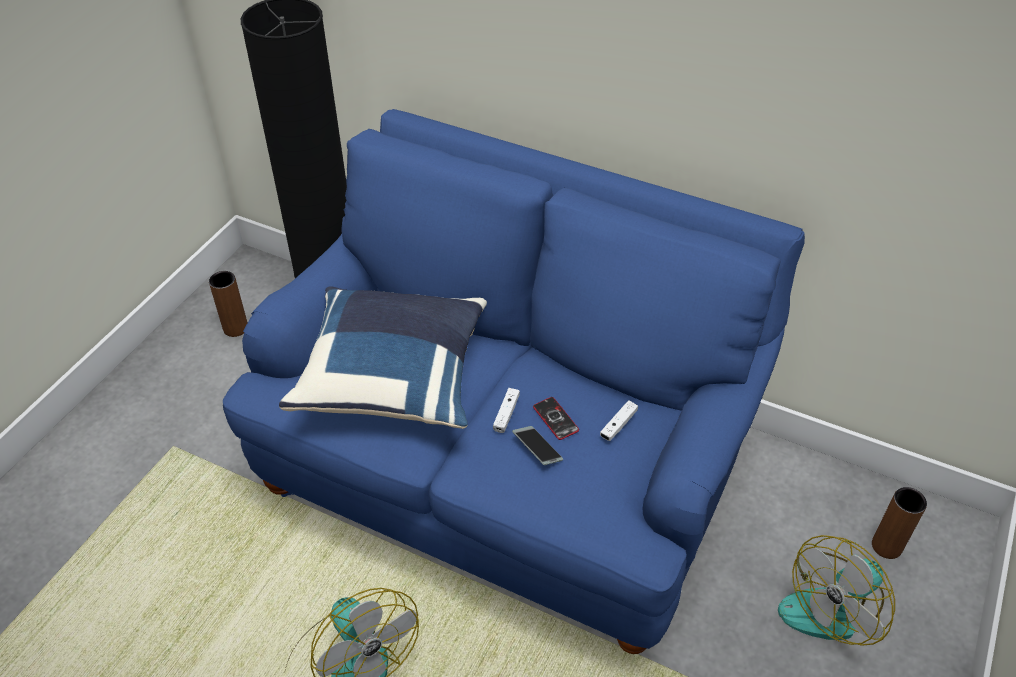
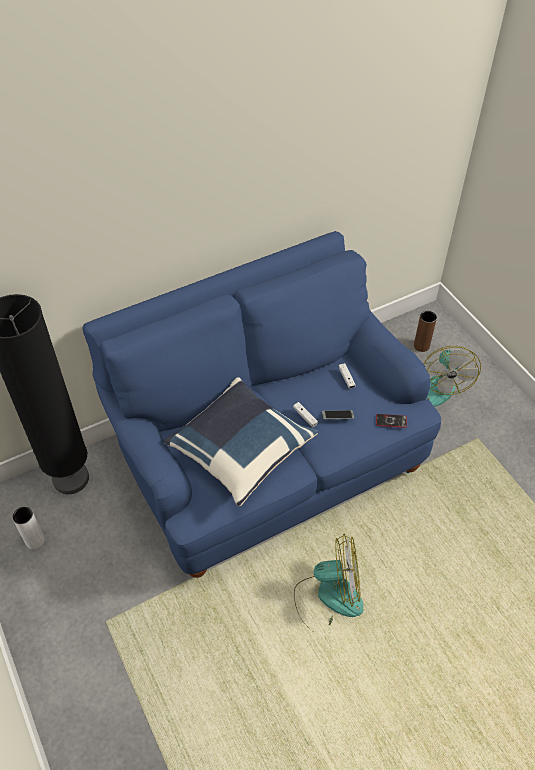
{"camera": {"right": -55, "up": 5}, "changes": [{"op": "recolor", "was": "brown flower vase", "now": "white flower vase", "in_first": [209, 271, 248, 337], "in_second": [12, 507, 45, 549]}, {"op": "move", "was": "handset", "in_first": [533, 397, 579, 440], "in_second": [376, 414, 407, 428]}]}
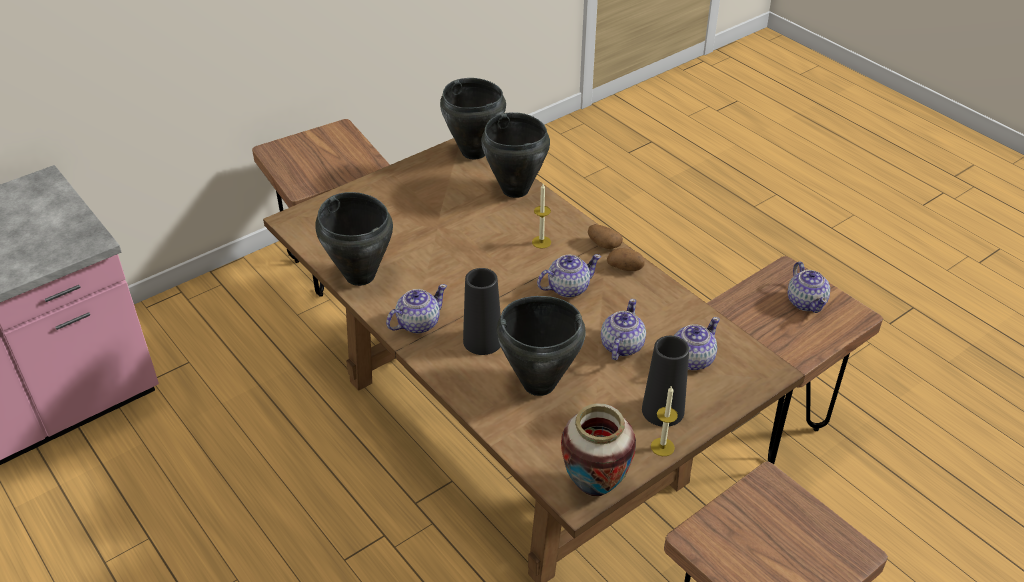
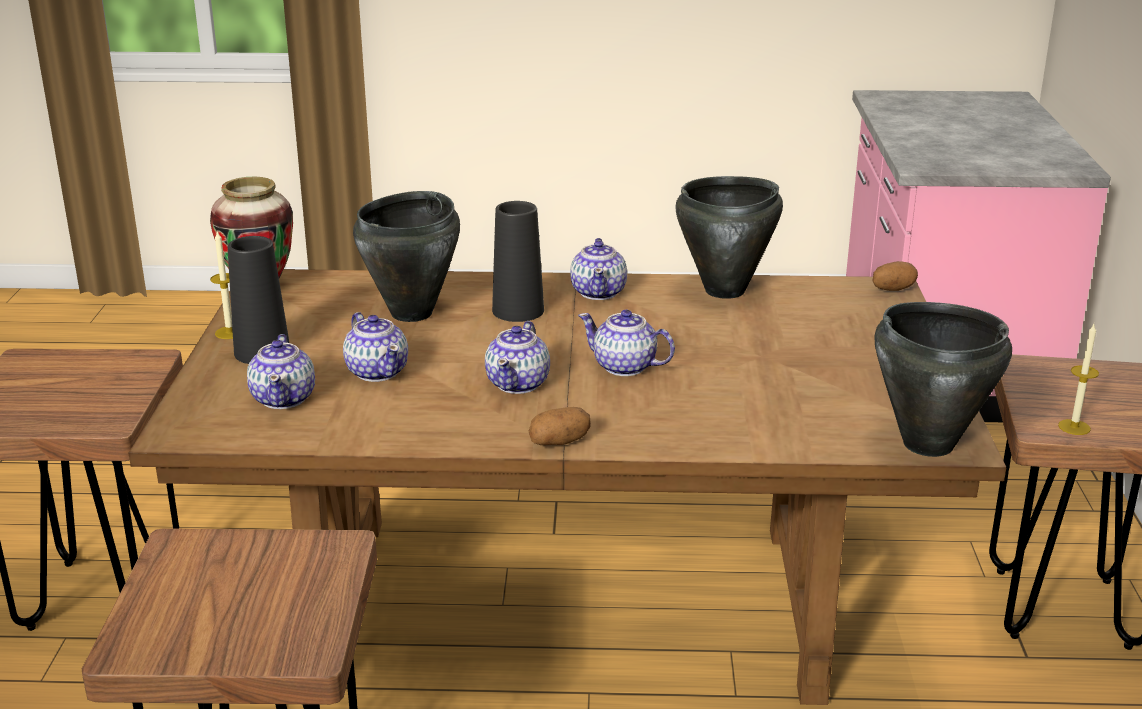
{"camera": {"right": 130, "up": -15}, "changes": [{"op": "move", "was": "pot for tea", "in_first": [787, 261, 830, 313], "in_second": [578, 310, 675, 376]}, {"op": "move", "was": "whole potato", "in_first": [607, 248, 644, 271], "in_second": [872, 261, 918, 291]}, {"op": "move", "was": "candle", "in_first": [532, 184, 551, 249], "in_second": [1058, 324, 1099, 435]}, {"op": "delete", "was": "black-coloured stockpot", "in_first": [481, 112, 550, 198]}]}
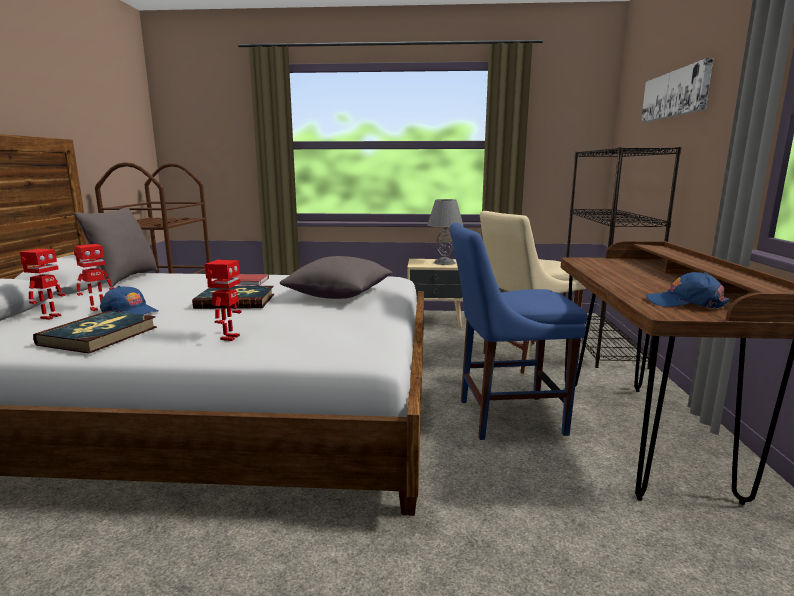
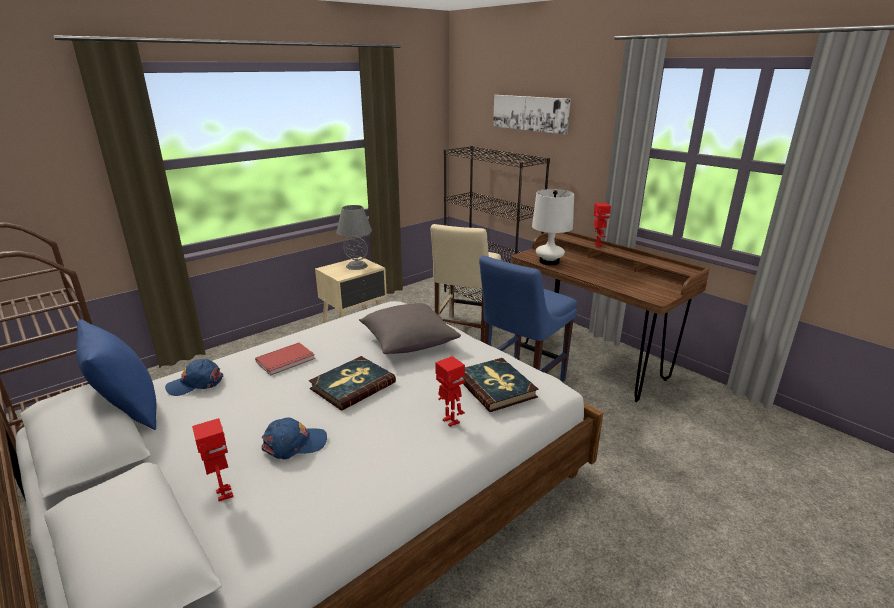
{"camera": {"right": -45, "up": 10}, "changes": [{"op": "recolor", "was": "gray cushion", "now": "blue-coloured cushion", "in_first": [73, 207, 158, 287], "in_second": [76, 319, 156, 430]}, {"op": "move", "was": "blue-coloured peaked cap", "in_first": [646, 272, 729, 309], "in_second": [165, 359, 223, 396]}, {"op": "move", "was": "bound book", "in_first": [33, 311, 157, 354], "in_second": [462, 358, 539, 412]}, {"op": "insert", "now": "white tabletop lamp", "in_second": [532, 189, 574, 265]}, {"op": "move", "was": "robot figure", "in_first": [74, 244, 114, 311], "in_second": [594, 203, 611, 247]}]}
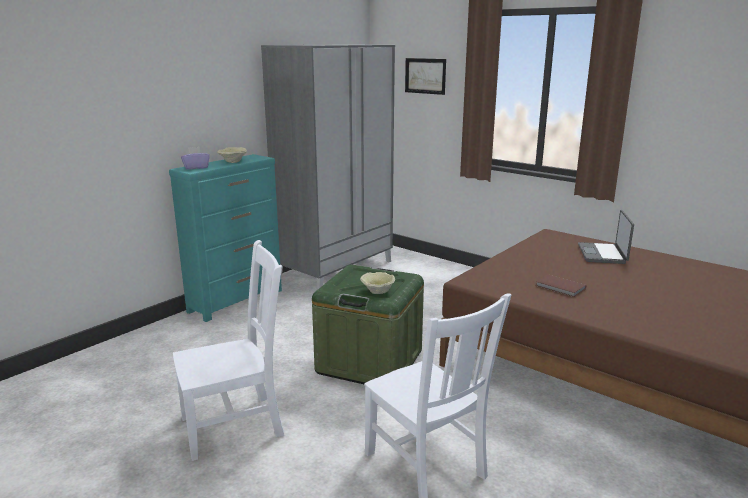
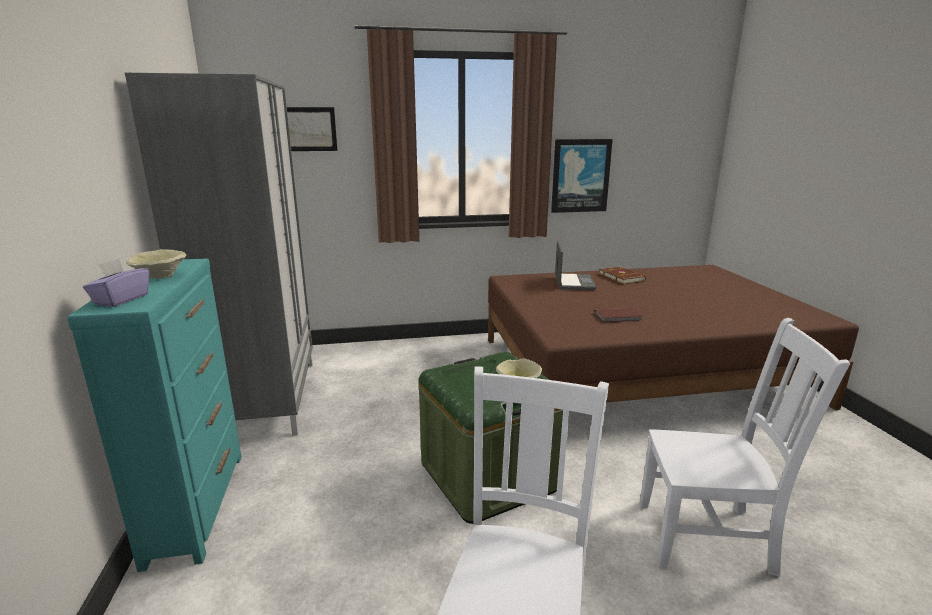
{"camera": {"right": -50, "up": 0}, "changes": [{"op": "insert", "now": "wall picture", "in_second": [551, 139, 613, 213]}, {"op": "rotate", "was": "notebook computer", "in_first": [578, 210, 634, 264], "in_second": [555, 242, 597, 290], "clockwise": -135}, {"op": "insert", "now": "brown bound book", "in_second": [599, 267, 646, 284]}]}
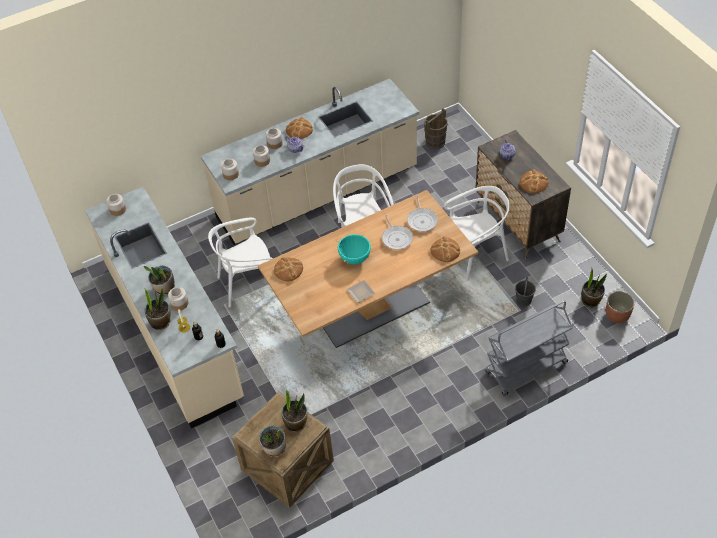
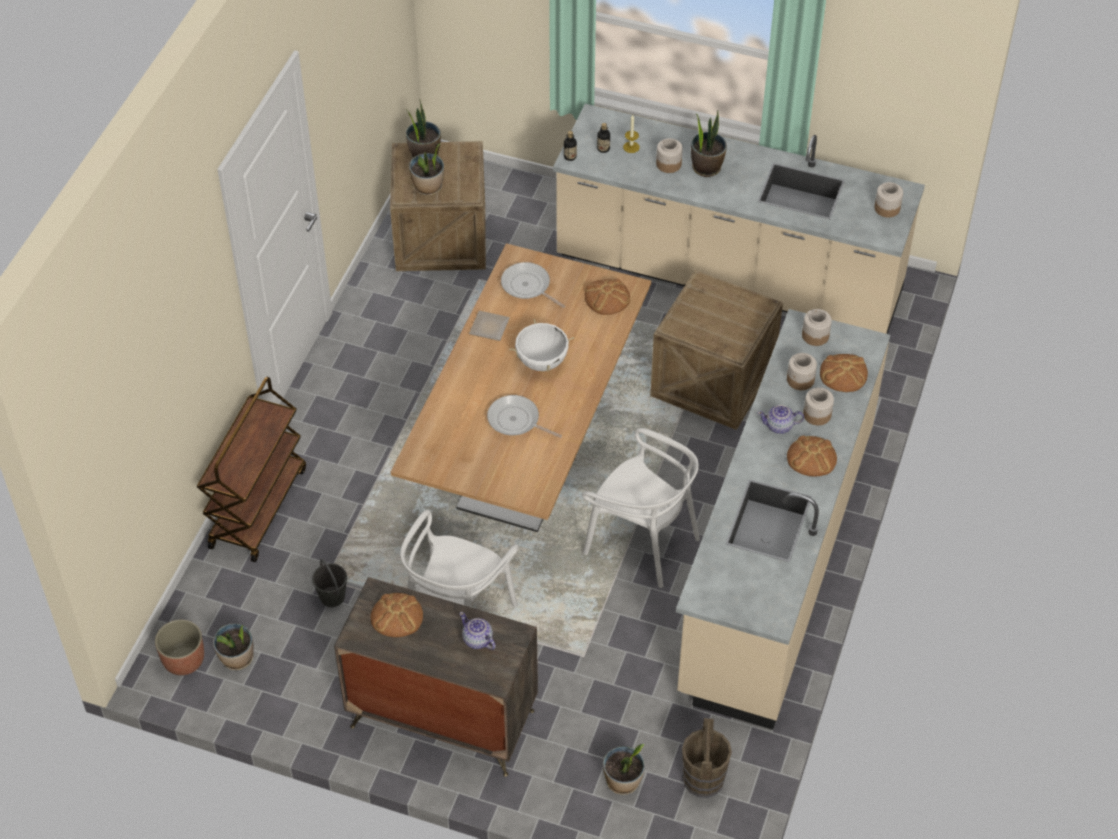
{"camera": {"right": 135, "up": 0}, "changes": [{"op": "recolor", "was": "gray wheeled cart", "now": "brown wheeled cart", "in_first": [485, 300, 573, 396], "in_second": [197, 377, 306, 562]}, {"op": "move", "was": "frying pan", "in_first": [407, 196, 438, 231], "in_second": [501, 262, 565, 308]}, {"op": "recolor", "was": "turquoise stockpot", "now": "white stockpot", "in_first": [336, 233, 372, 264], "in_second": [509, 319, 574, 372]}, {"op": "move", "was": "plant in a pot", "in_first": [144, 288, 170, 330], "in_second": [603, 744, 645, 795]}, {"op": "replace", "was": "white upright chair", "now": "packing crate", "in_first": [208, 217, 273, 307], "in_second": [650, 270, 783, 430]}, {"op": "move", "was": "bread", "in_first": [430, 236, 460, 262], "in_second": [820, 354, 868, 392]}]}
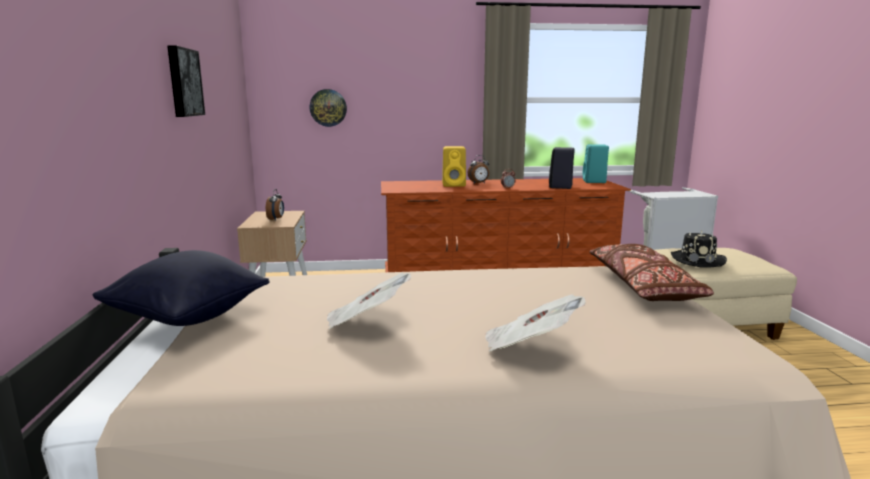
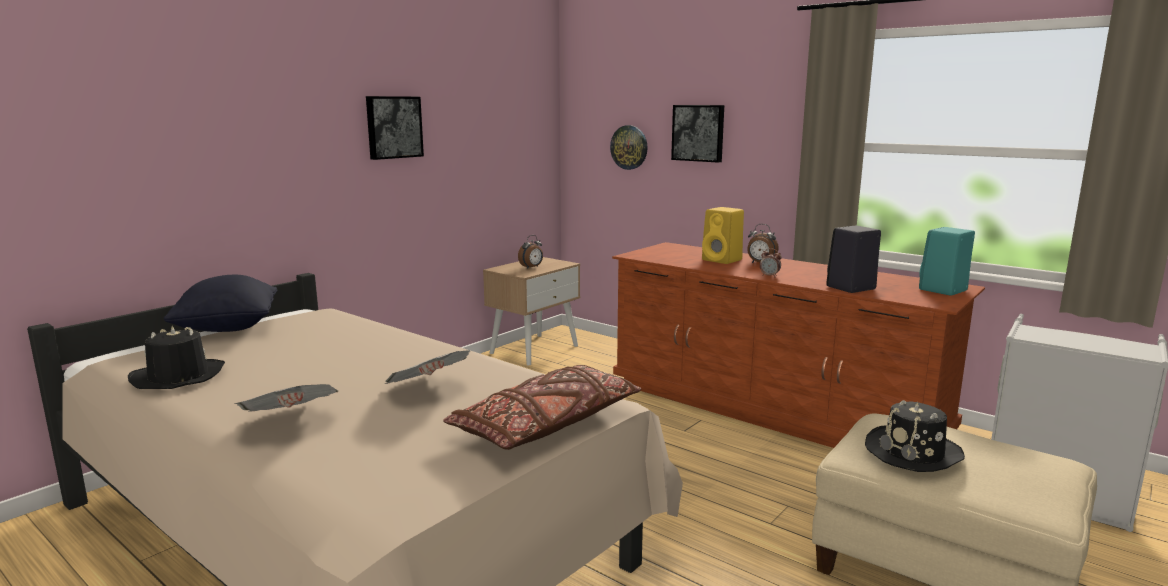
{"camera": {"right": 45, "up": 0}, "changes": [{"op": "insert", "now": "black-coloured wearable hat", "in_second": [128, 326, 225, 389]}, {"op": "move", "was": "newspaper", "in_first": [327, 273, 411, 329], "in_second": [385, 350, 470, 384]}, {"op": "insert", "now": "wall picture", "in_second": [671, 105, 724, 163]}]}
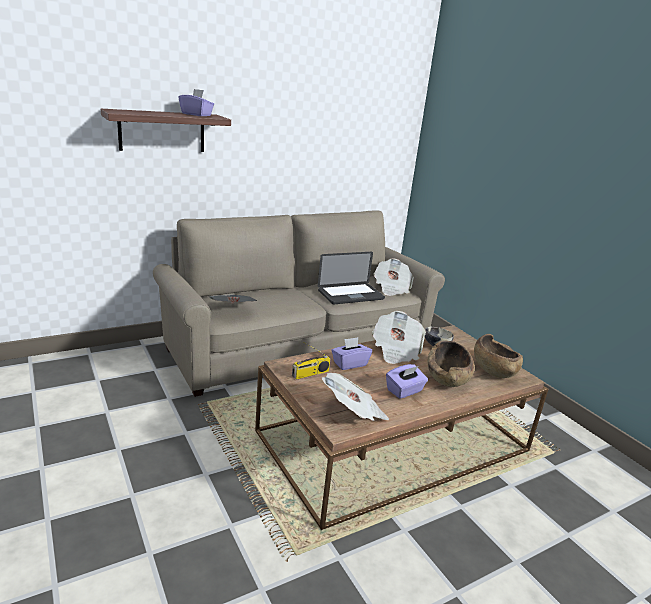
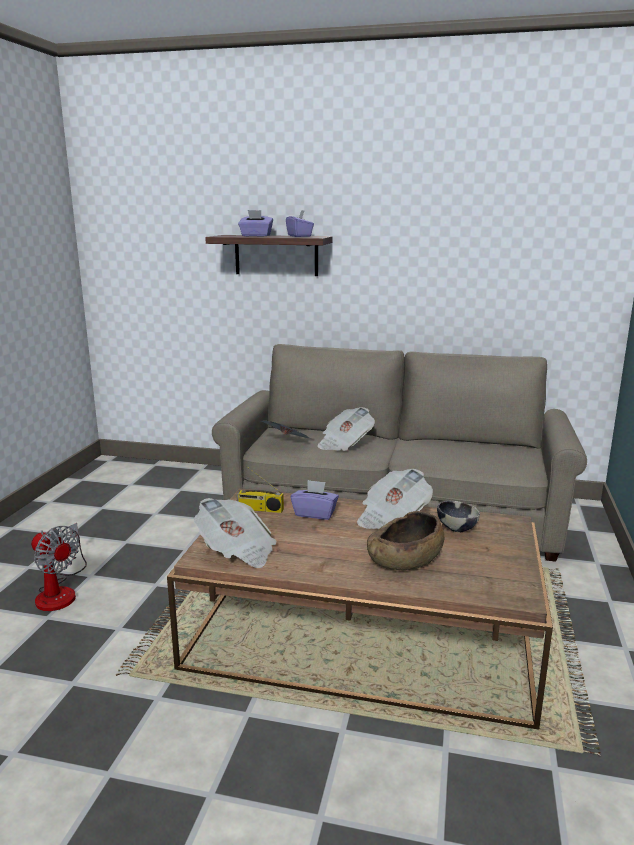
{"camera": {"right": 45, "up": -5}, "changes": [{"op": "insert", "now": "electric fan", "in_second": [31, 523, 87, 611]}, {"op": "move", "was": "purple-coloured tissue box", "in_first": [386, 364, 428, 399], "in_second": [238, 210, 273, 237]}, {"op": "move", "was": "newspaper", "in_first": [374, 258, 414, 296], "in_second": [317, 407, 375, 451]}, {"op": "delete", "was": "notebook computer", "in_first": [318, 252, 385, 304]}, {"op": "delete", "was": "brown serving bowl", "in_first": [474, 334, 523, 378]}]}
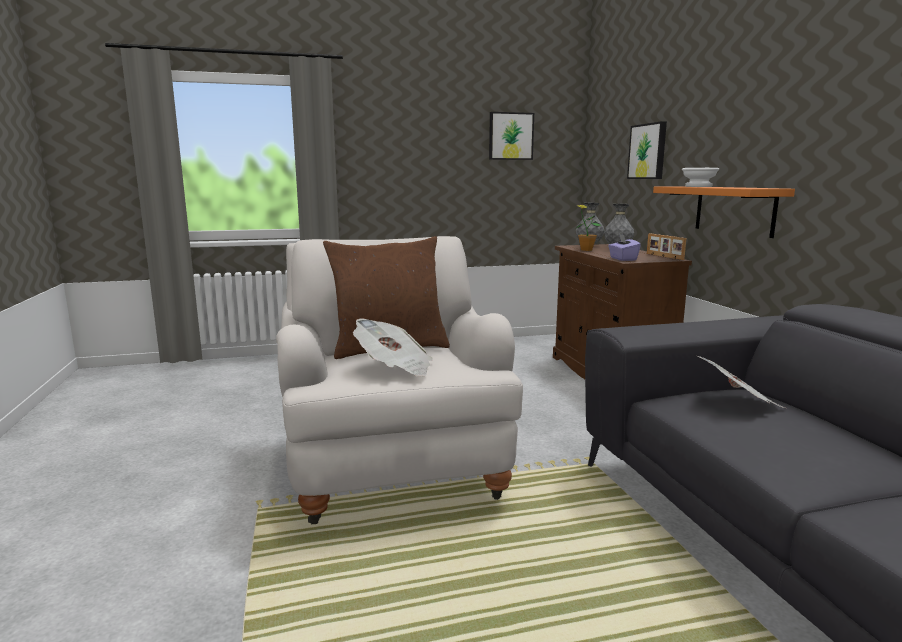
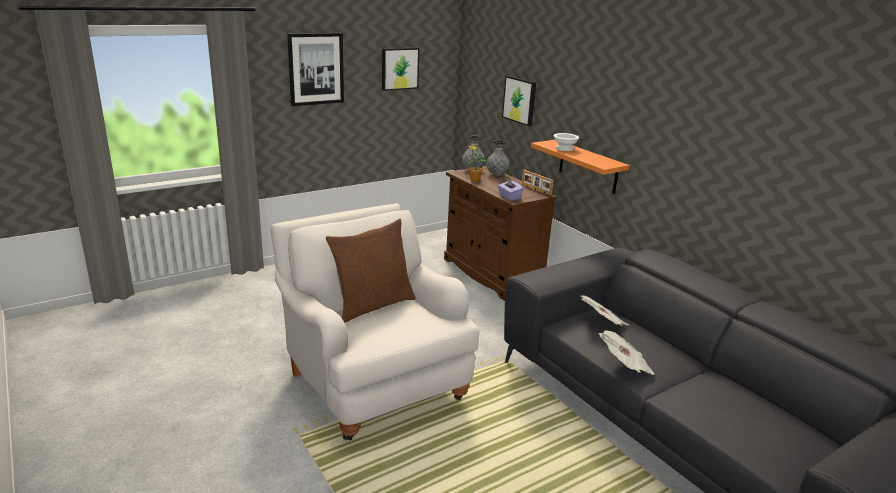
{"camera": {"right": -20, "up": 10}, "changes": [{"op": "insert", "now": "wall picture", "in_second": [287, 33, 344, 106]}, {"op": "move", "was": "newspaper", "in_first": [353, 318, 432, 377], "in_second": [599, 331, 655, 375]}]}
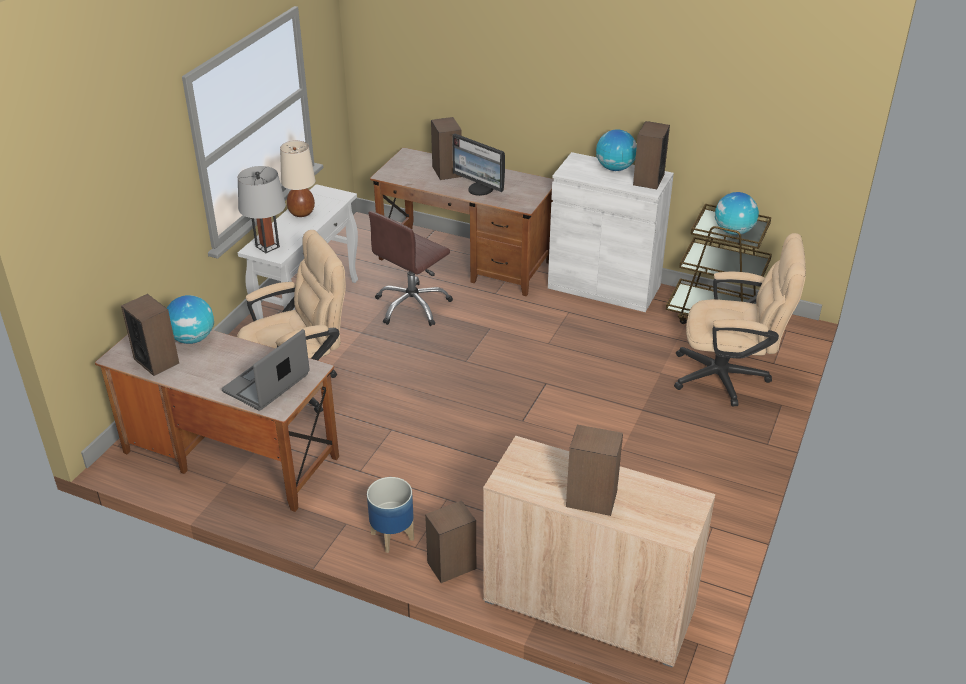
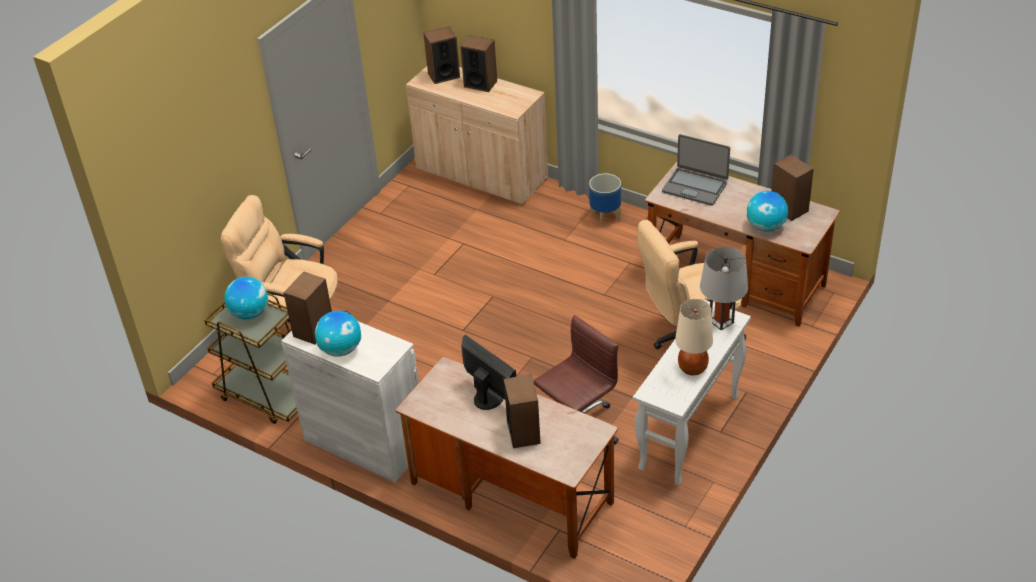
{"camera": {"right": -170, "up": 5}, "changes": [{"op": "move", "was": "speaker", "in_first": [425, 500, 476, 583], "in_second": [424, 26, 460, 84]}, {"op": "rotate", "was": "notebook computer", "in_first": [222, 329, 310, 410], "in_second": [662, 134, 730, 206], "clockwise": 75}]}
